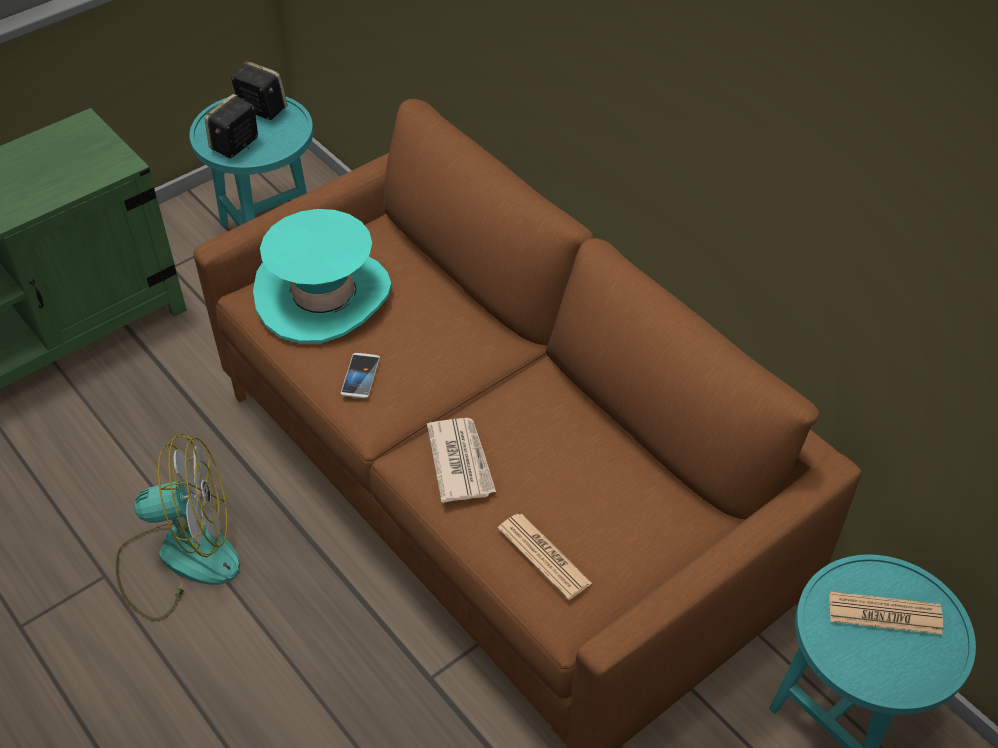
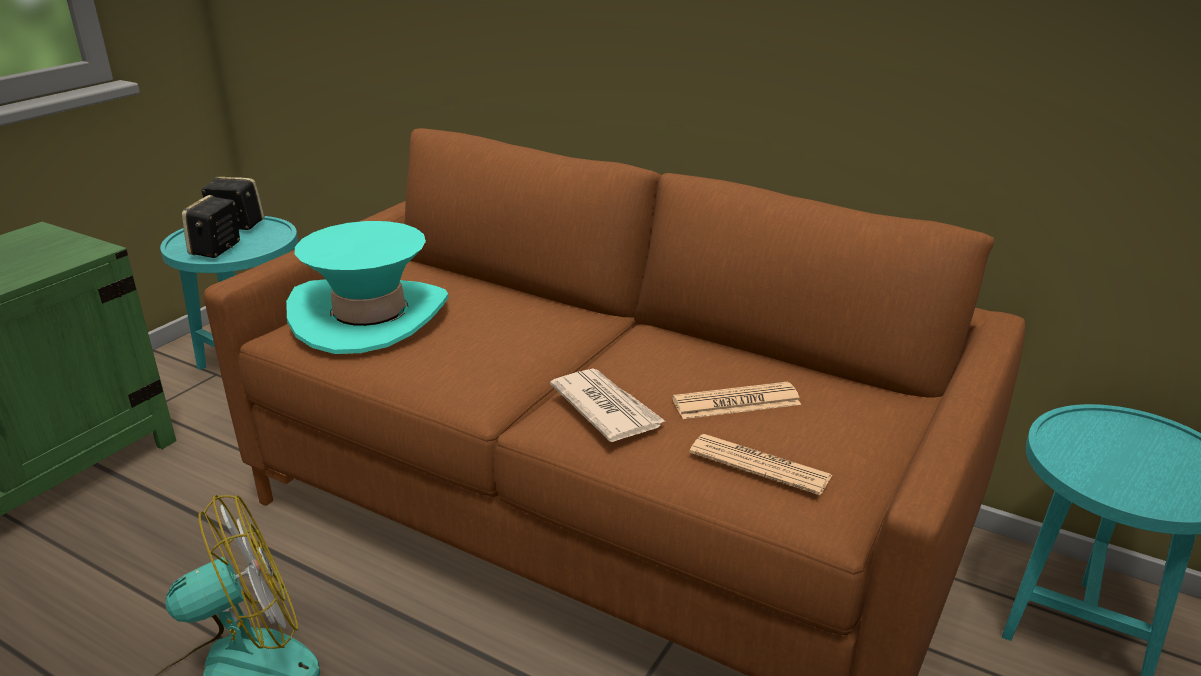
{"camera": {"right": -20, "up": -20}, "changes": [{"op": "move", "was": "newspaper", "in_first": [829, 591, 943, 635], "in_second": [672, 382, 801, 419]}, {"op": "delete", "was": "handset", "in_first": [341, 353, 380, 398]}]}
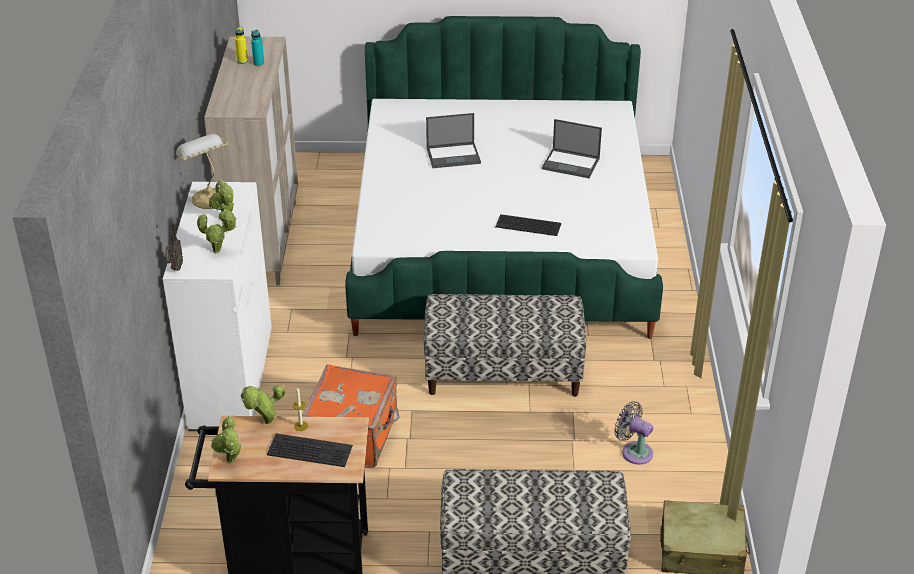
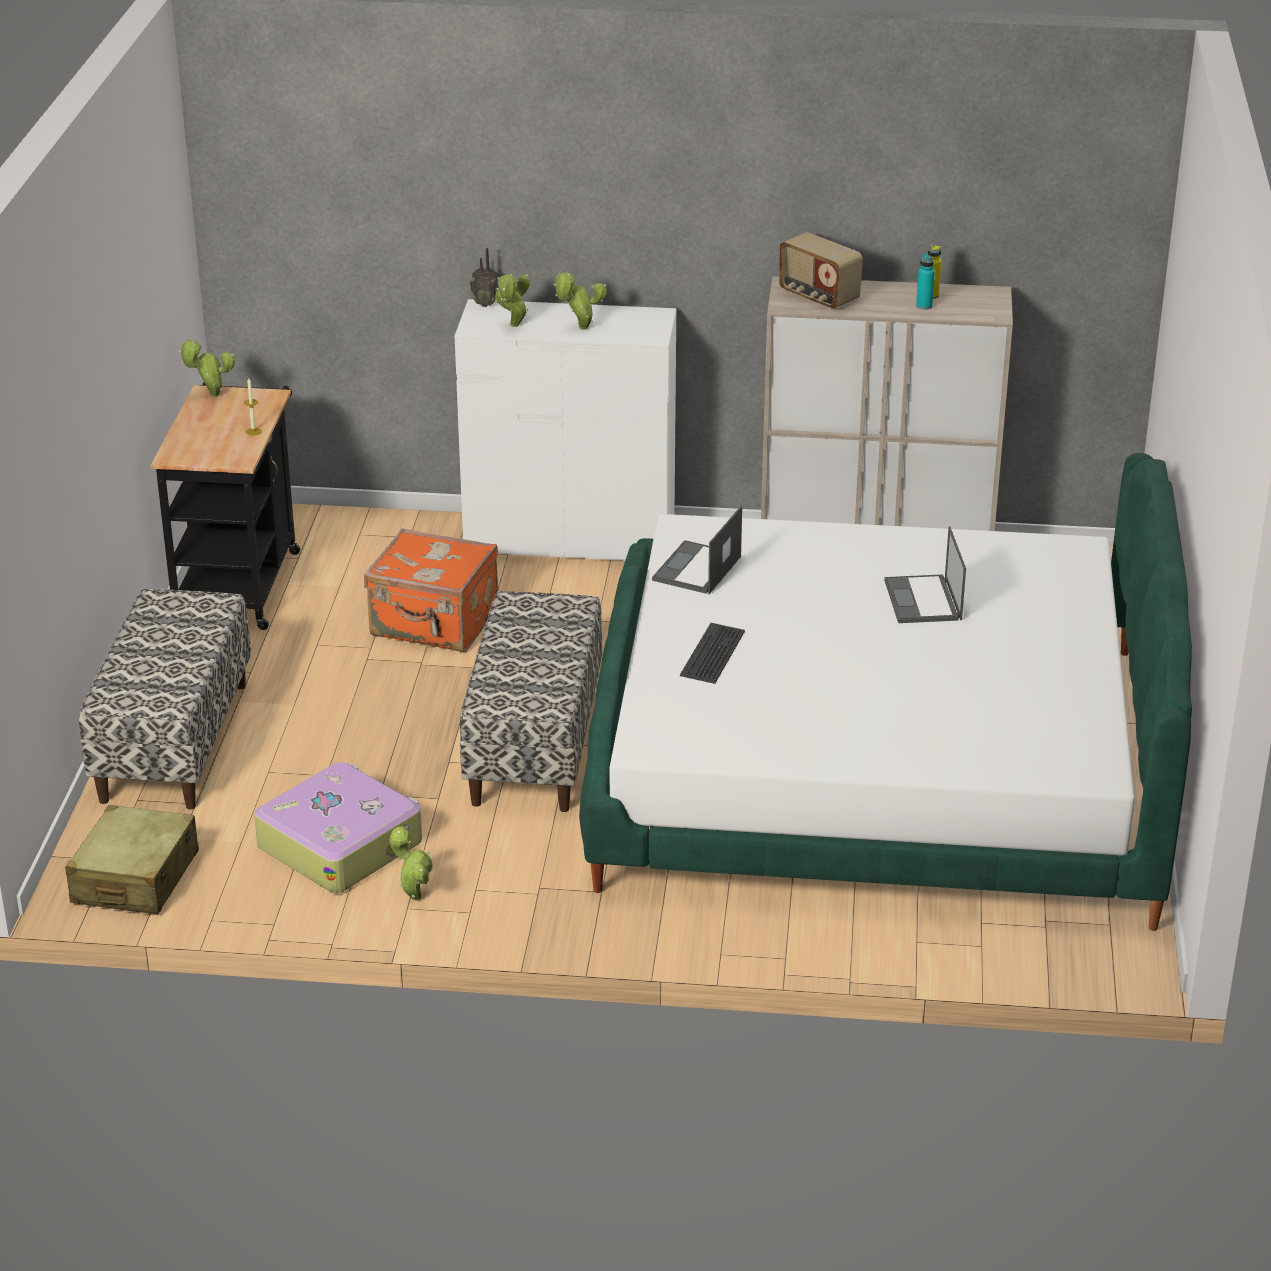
{"camera": {"right": 95, "up": -5}, "changes": [{"op": "replace", "was": "gray electric fan", "now": "piece of luggage", "in_first": [614, 401, 653, 465], "in_second": [254, 762, 422, 893]}, {"op": "move", "was": "plant in a pot", "in_first": [241, 385, 285, 424], "in_second": [389, 826, 433, 901]}, {"op": "move", "was": "notebook computer", "in_first": [542, 119, 602, 178], "in_second": [652, 506, 742, 594]}, {"op": "insert", "now": "radio receiver", "in_second": [779, 232, 863, 309]}, {"op": "delete", "was": "tabletop lamp", "in_first": [176, 134, 228, 209]}, {"op": "delete", "was": "PC keyboard", "in_first": [267, 433, 353, 467]}]}
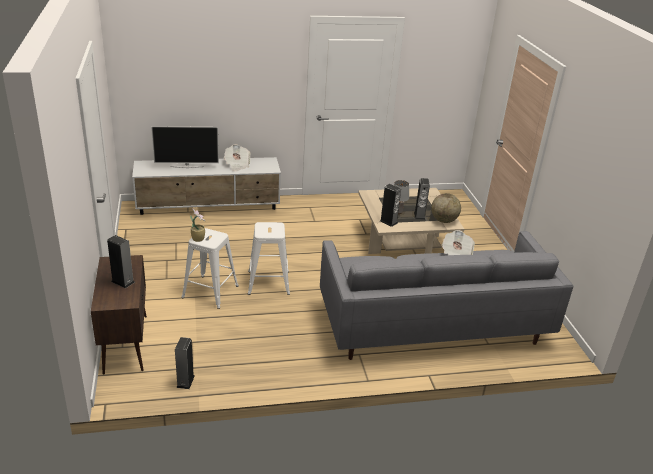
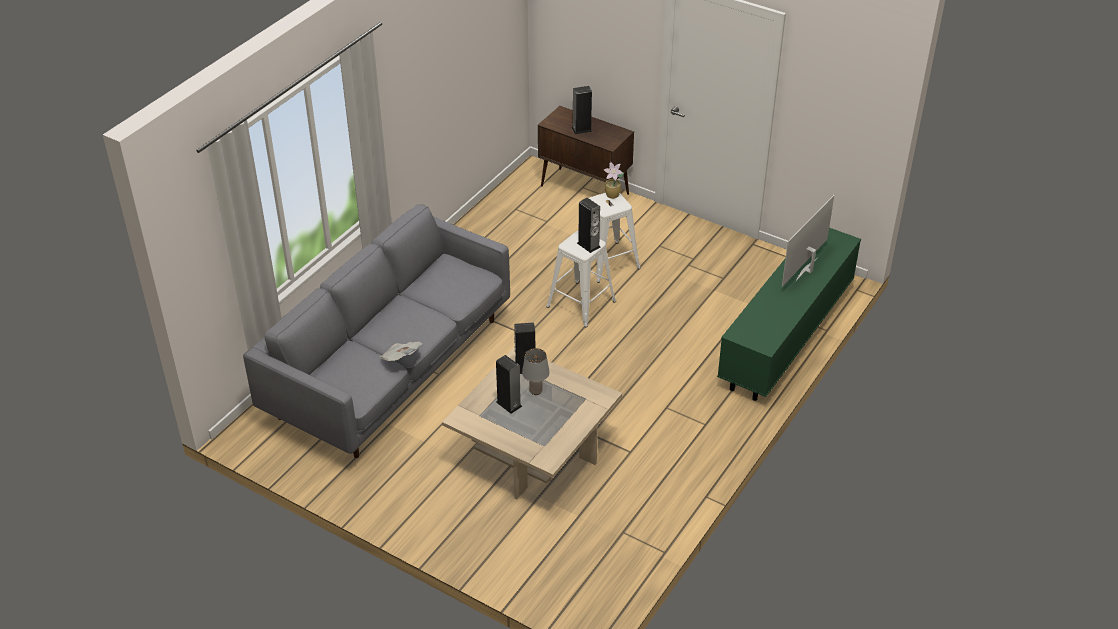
{"camera": {"right": 135, "up": 10}, "changes": [{"op": "move", "was": "speaker", "in_first": [175, 337, 195, 389], "in_second": [577, 198, 600, 253]}, {"op": "recolor", "was": "white tv unit", "now": "greenish tv unit", "in_first": [132, 157, 281, 215], "in_second": [717, 228, 861, 401]}, {"op": "delete", "was": "newspaper", "in_first": [224, 144, 250, 171]}, {"op": "delete", "was": "desk globe", "in_first": [431, 193, 461, 223]}]}
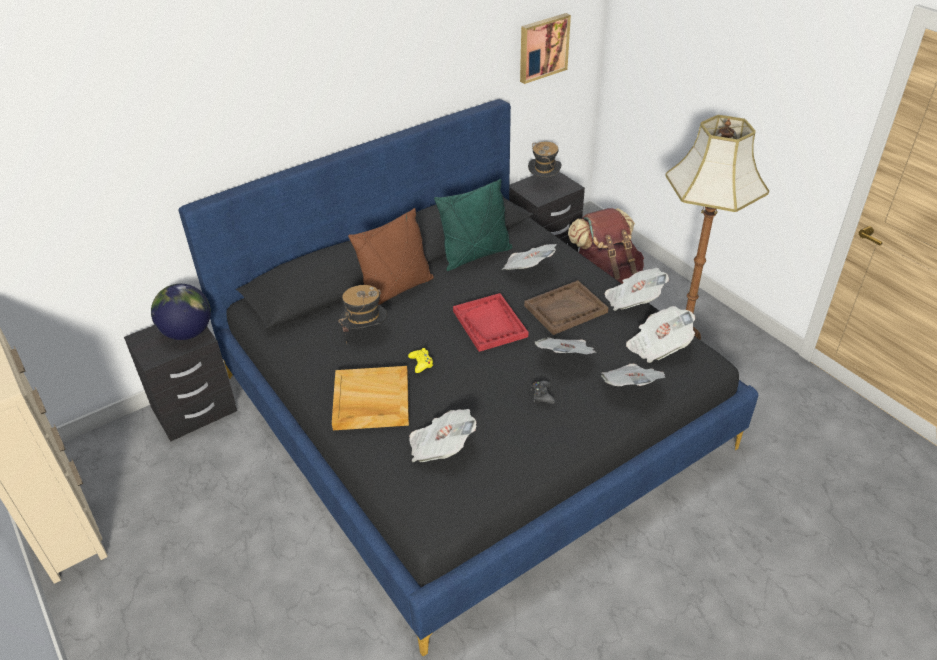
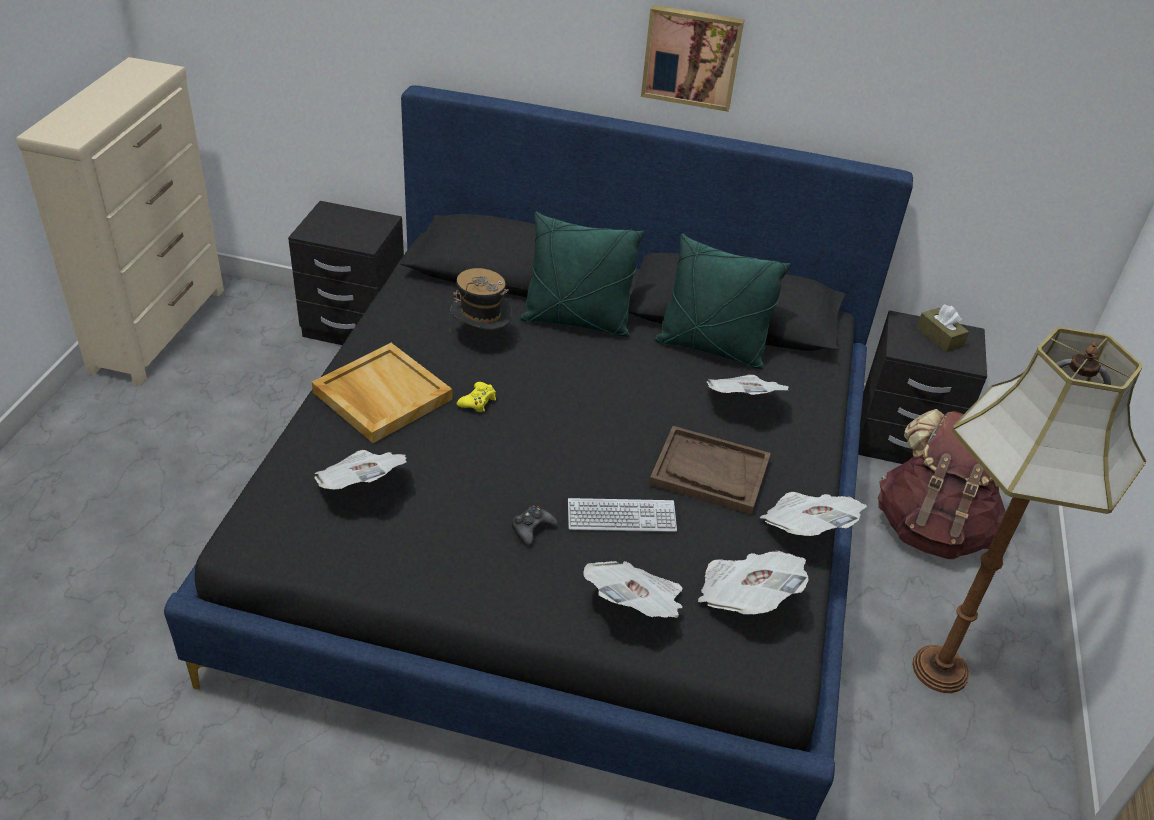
{"camera": {"right": 45, "up": 0}, "changes": [{"op": "recolor", "was": "brown cushion", "now": "greenish cushion", "in_first": [348, 208, 434, 305], "in_second": [520, 211, 645, 337]}, {"op": "replace", "was": "newspaper", "now": "PC keyboard", "in_first": [535, 337, 597, 354], "in_second": [568, 498, 677, 532]}, {"op": "move", "was": "wall picture", "in_first": [520, 13, 571, 84], "in_second": [641, 5, 744, 112]}, {"op": "replace", "was": "wearable hat", "now": "brown tissue box", "in_first": [528, 142, 562, 178], "in_second": [917, 304, 969, 352]}, {"op": "delete", "was": "desk globe", "in_first": [151, 284, 211, 340]}, {"op": "delete", "was": "red-coloured carrying tray", "in_first": [453, 293, 528, 352]}]}
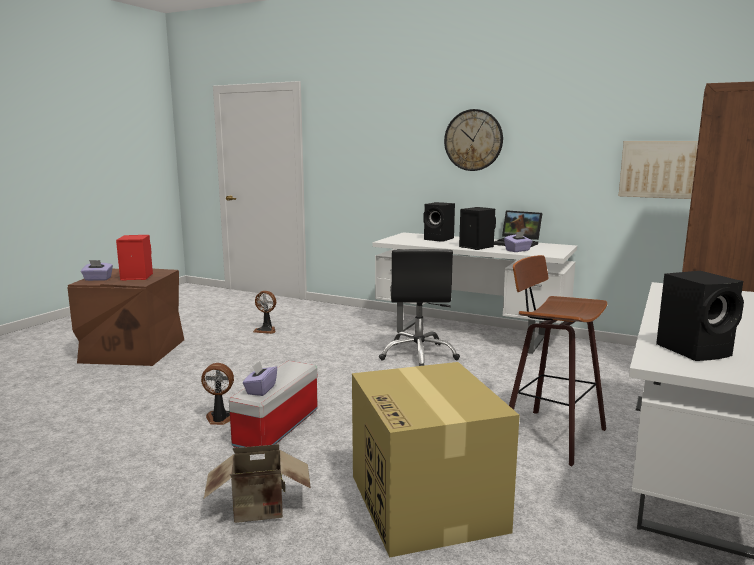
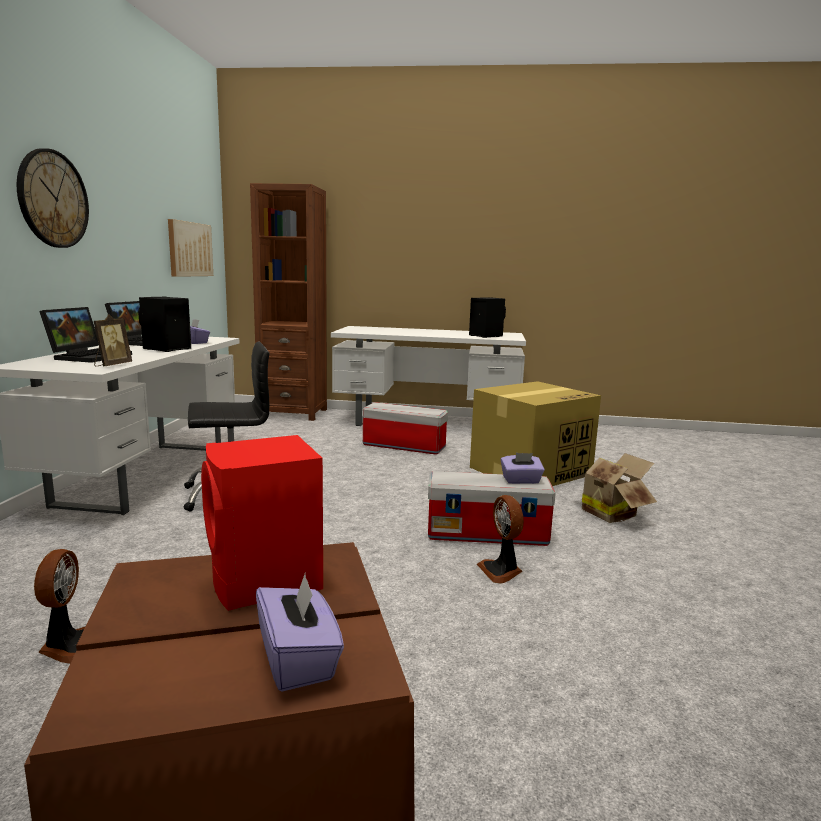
{"camera": {"right": -110, "up": 0}, "changes": [{"op": "replace", "was": "black-coloured speaker", "now": "notebook computer", "in_first": [423, 202, 455, 242], "in_second": [39, 307, 132, 363]}, {"op": "insert", "now": "picture frame", "in_second": [94, 314, 132, 366]}, {"op": "replace", "was": "sitting stool", "now": "storage box", "in_first": [509, 255, 607, 466], "in_second": [362, 402, 448, 455]}]}
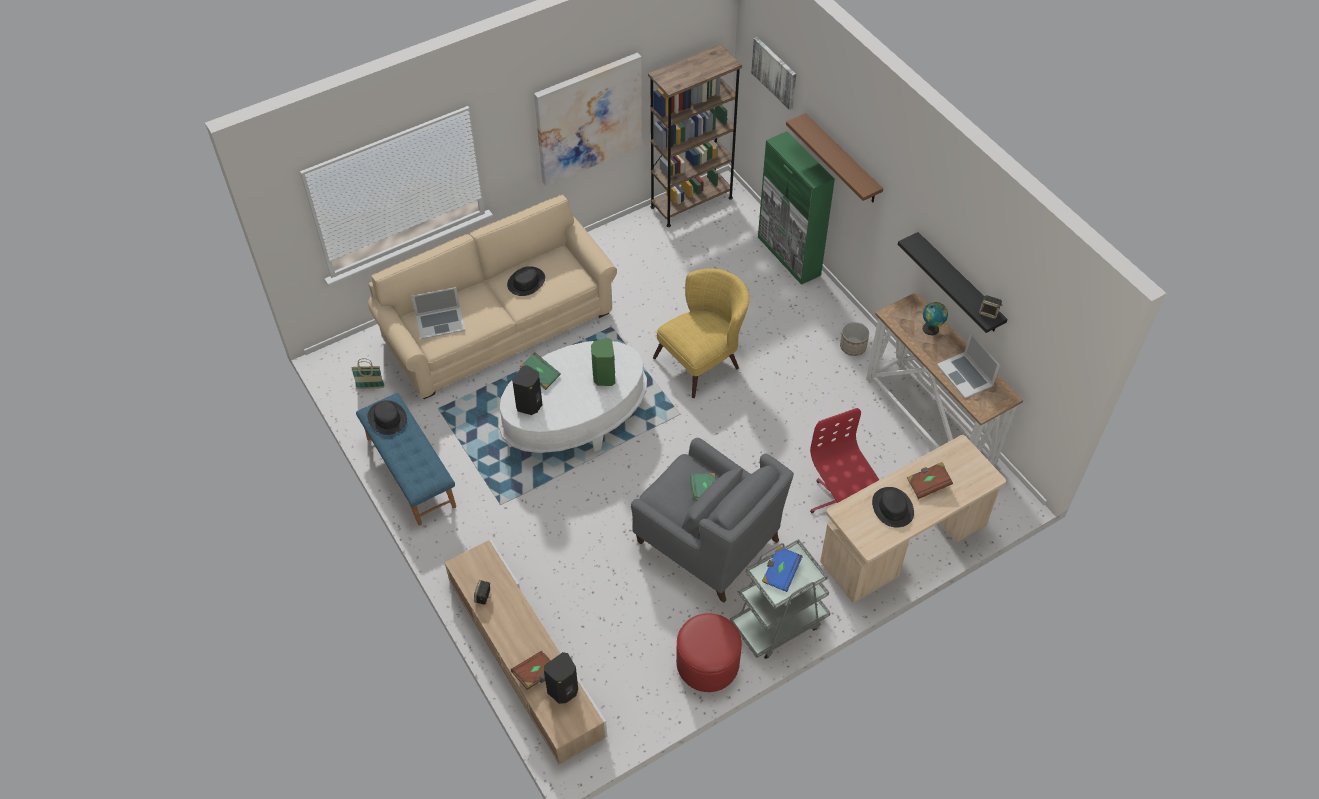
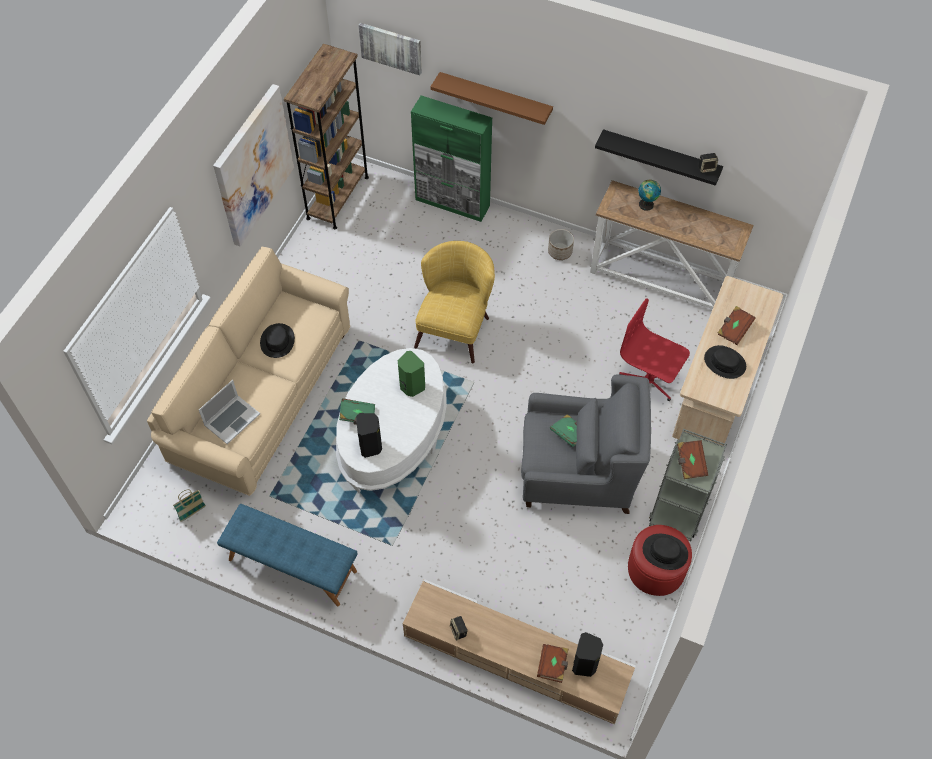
{"camera": {"right": -35, "up": 5}, "changes": [{"op": "move", "was": "black-coloured wearable hat", "in_first": [368, 400, 407, 435], "in_second": [643, 534, 688, 570]}, {"op": "recolor", "was": "blue-coloured bound book", "now": "brown bound book", "in_first": [762, 545, 803, 592], "in_second": [677, 440, 708, 479]}, {"op": "delete", "was": "notebook computer", "in_first": [937, 332, 1000, 398]}]}
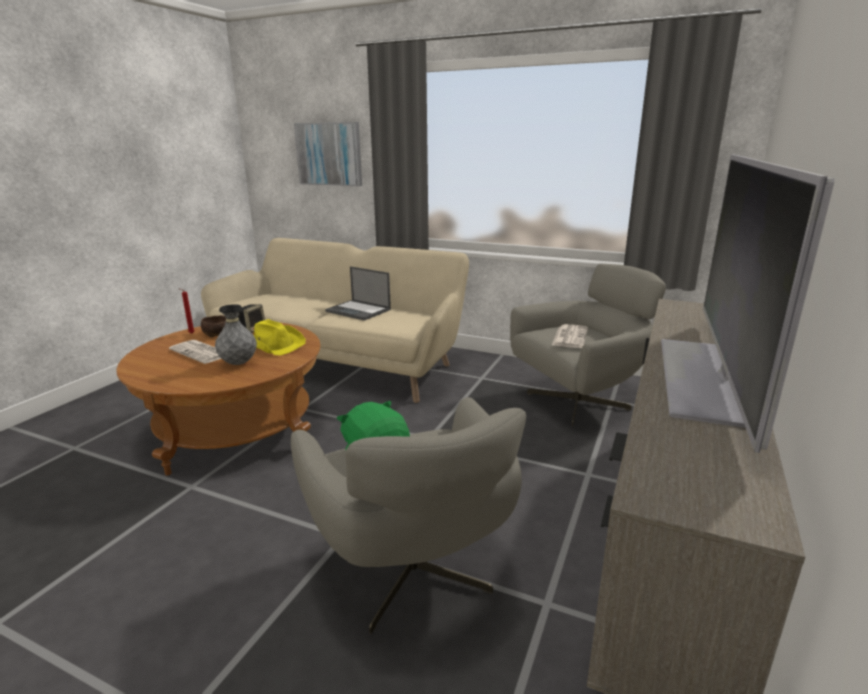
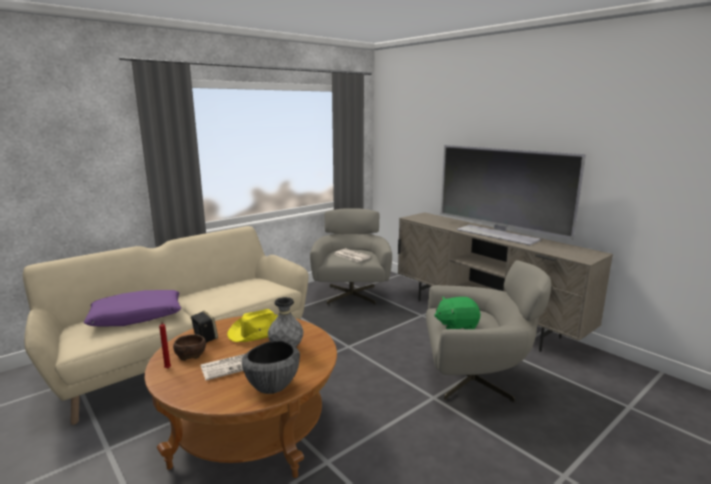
{"camera": {"right": -65, "up": -5}, "changes": [{"op": "insert", "now": "purple-coloured cushion", "in_second": [84, 290, 181, 326]}, {"op": "insert", "now": "serving bowl", "in_second": [242, 341, 300, 394]}, {"op": "delete", "was": "wall picture", "in_first": [294, 122, 362, 186]}, {"op": "delete", "was": "notebook computer", "in_first": [325, 266, 391, 321]}]}
